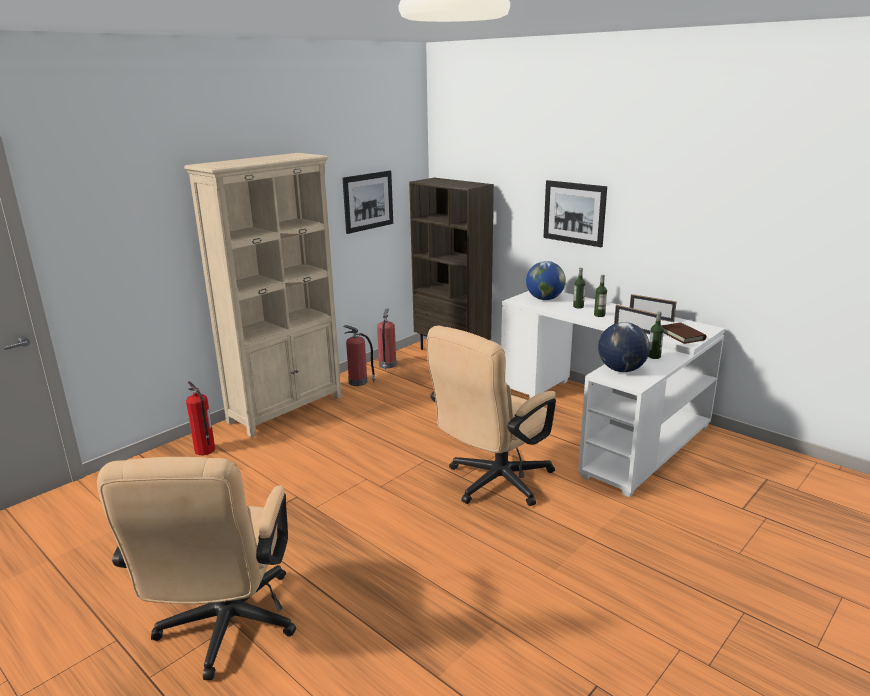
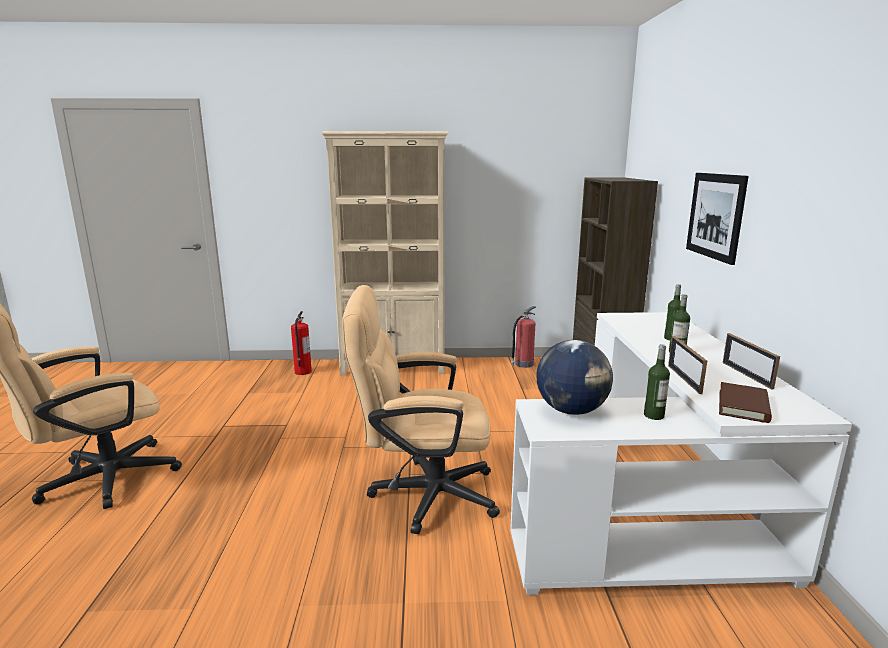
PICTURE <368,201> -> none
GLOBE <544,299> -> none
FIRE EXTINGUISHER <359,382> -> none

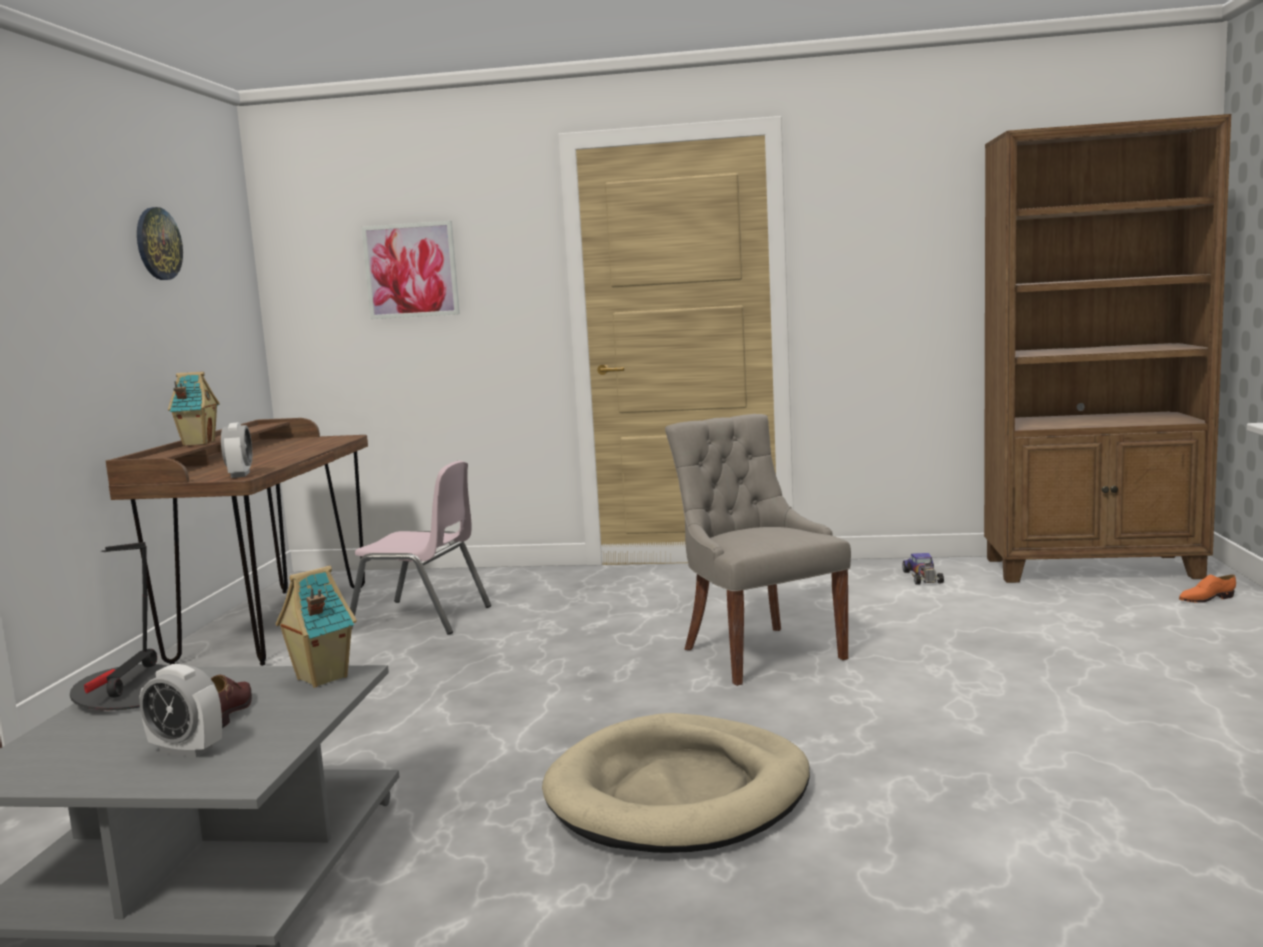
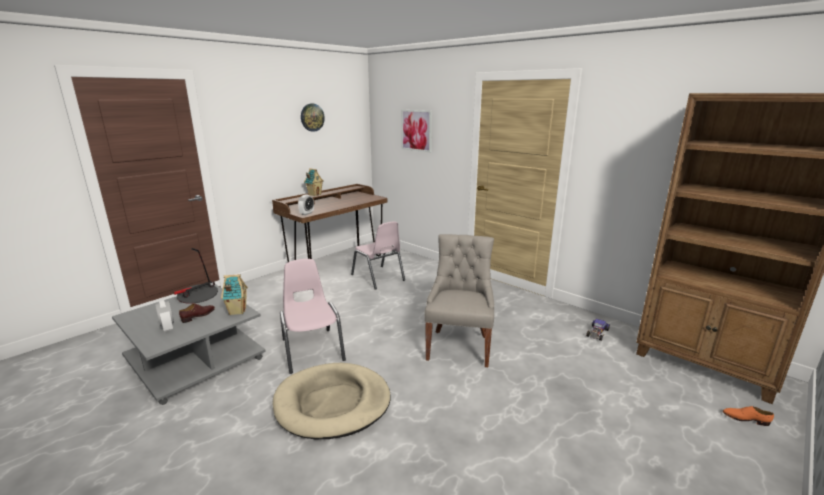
none -> PINK CHAIR <312,349>

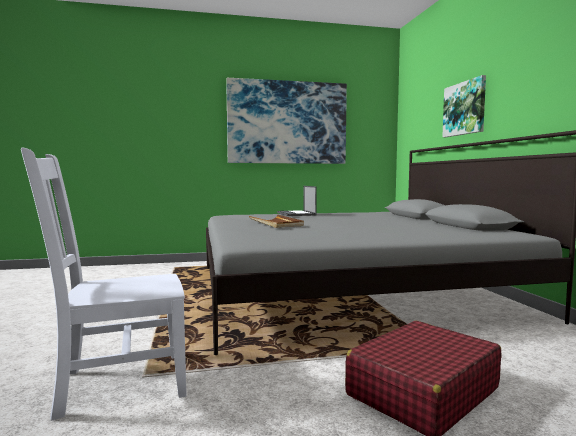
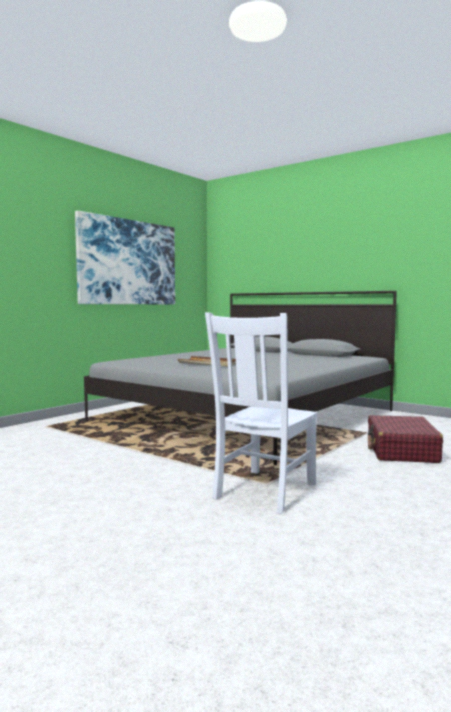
PICTURE <464,108> -> none
LAPTOP <296,214> -> none

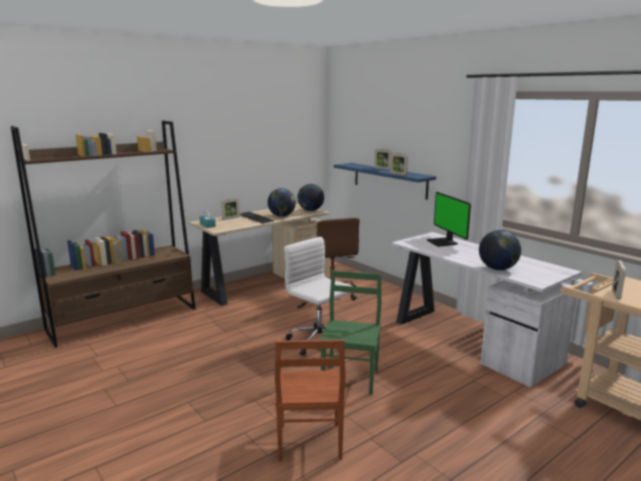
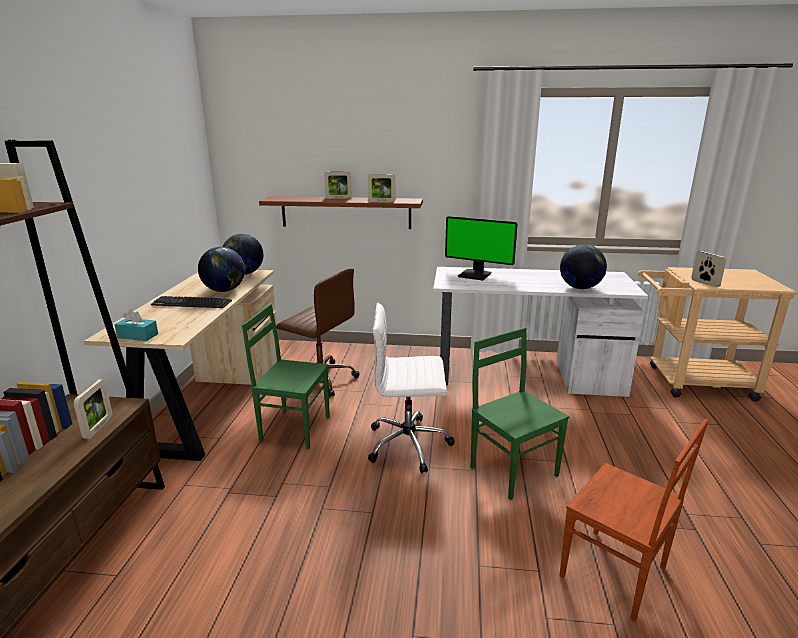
BLUE SHELF <389,180> -> BROWN SHELF <346,212>
PICTURE FRAME <231,218> -> PICTURE FRAME <98,427>, move
none -> GREEN CHAIR <294,428>

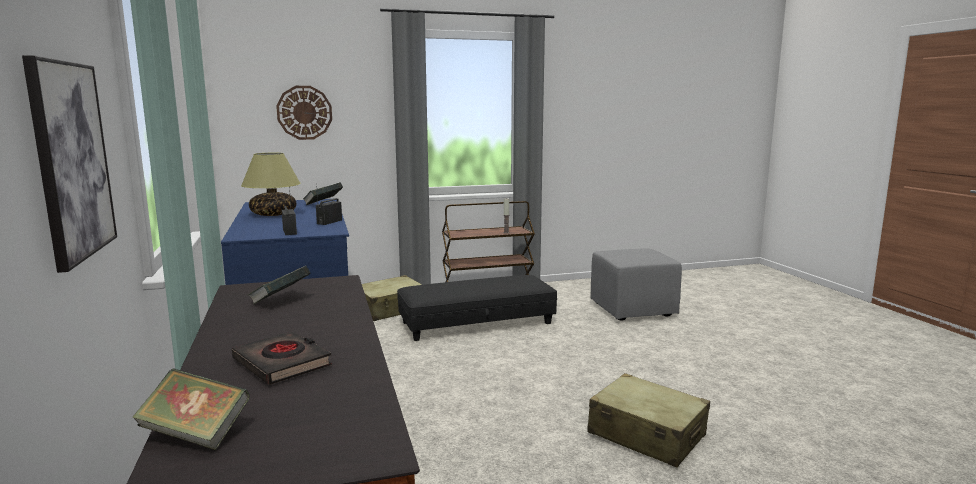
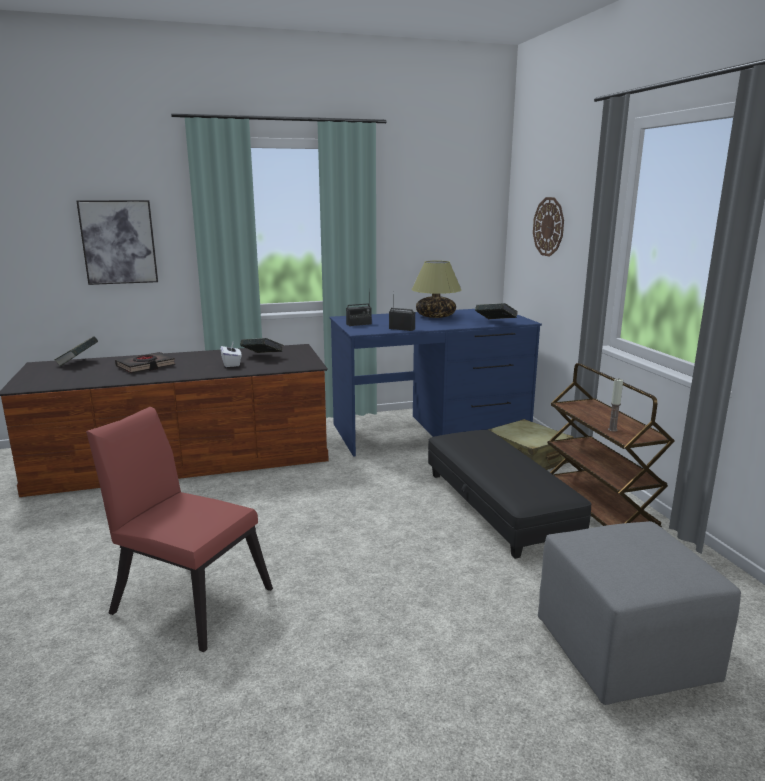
BEIGE SUITCASE <646,434> -> RED CHAIR <187,597>
none -> WHITE TISSUE BOX <231,364>

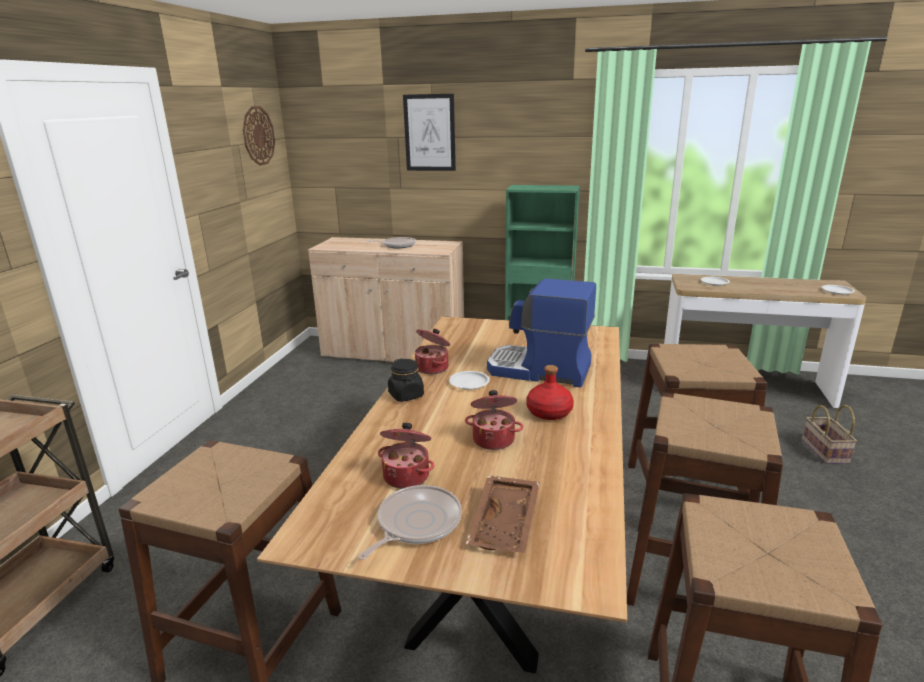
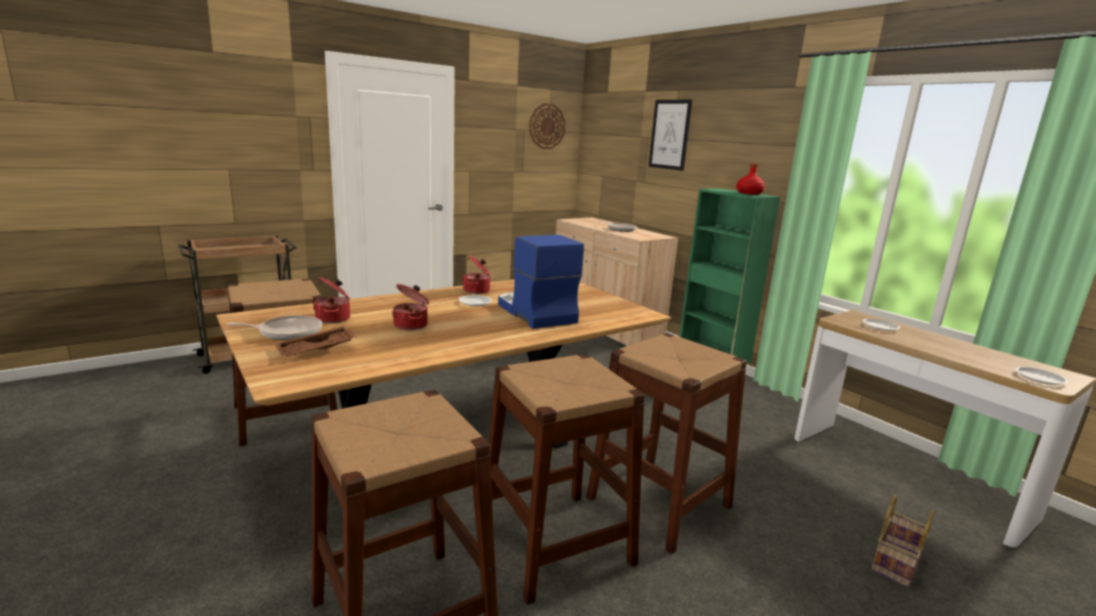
BLACK JAR <406,395> -> none
RED BOTTLE <549,412> -> RED BOTTLE <749,193>, move

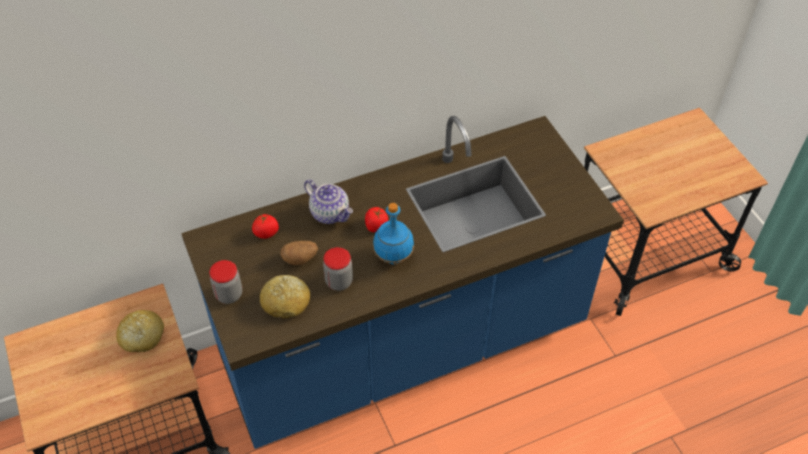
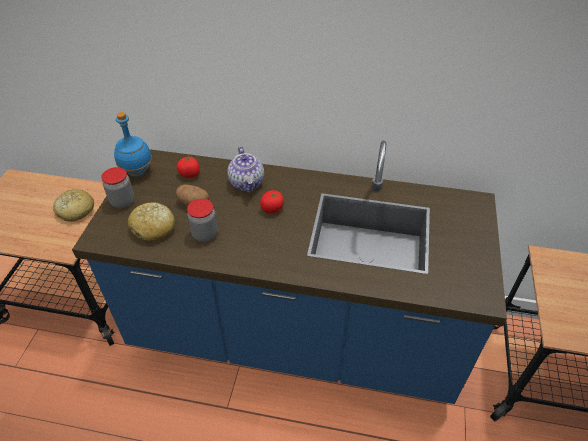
BLUE BOTTLE <393,257> -> BLUE BOTTLE <137,171>, move

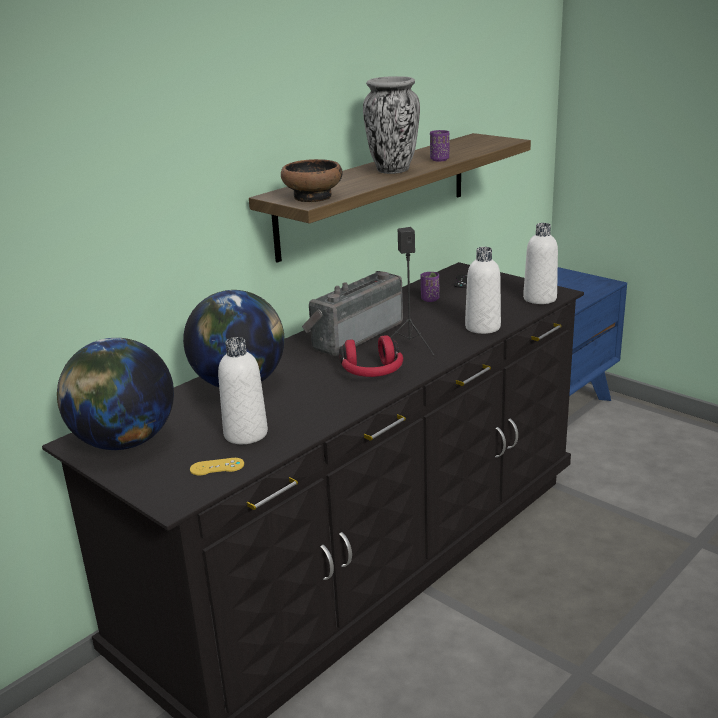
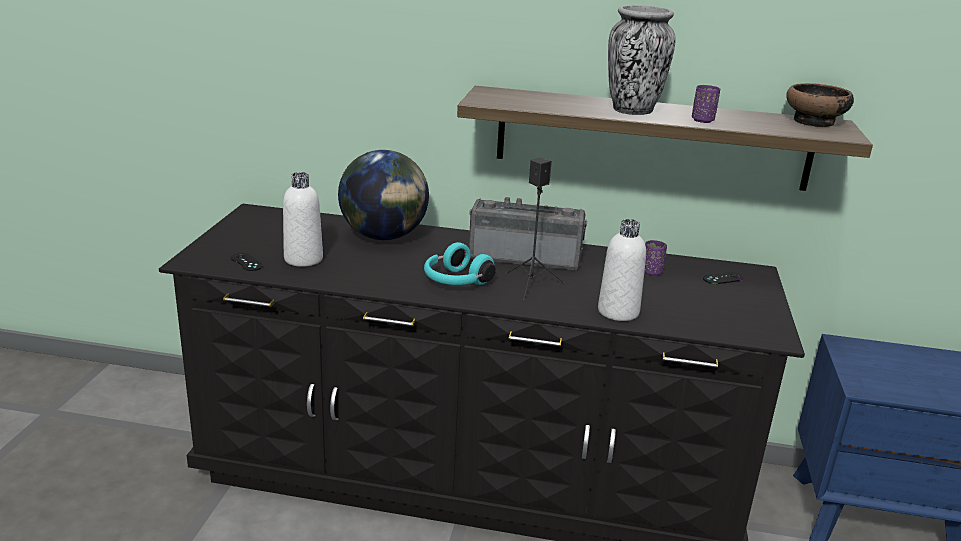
BOWL <313,197> -> BOWL <814,122>, move
WHITE BOTTLE <539,298> -> none
RED HEADPHONES <372,373> -> TURQUOISE HEADPHONES <455,281>
GLOBE <124,442> -> none
YELLOW GAME CONTROLLER <217,467> -> BLACK GAME CONTROLLER <246,262>

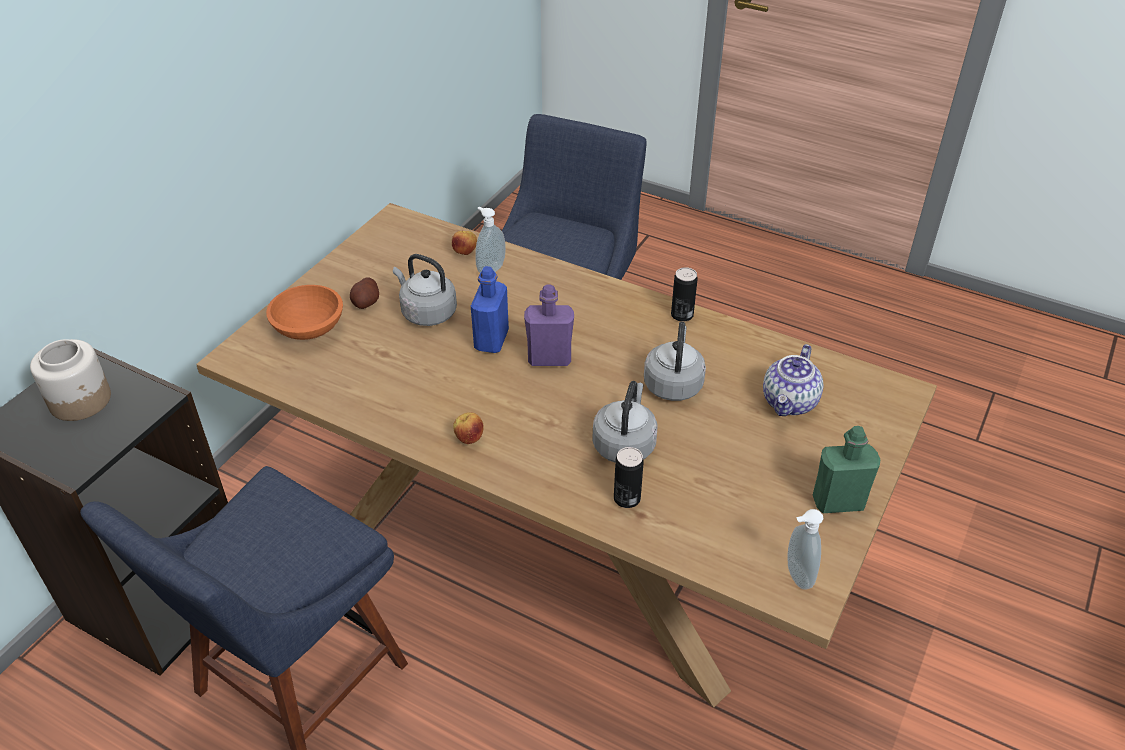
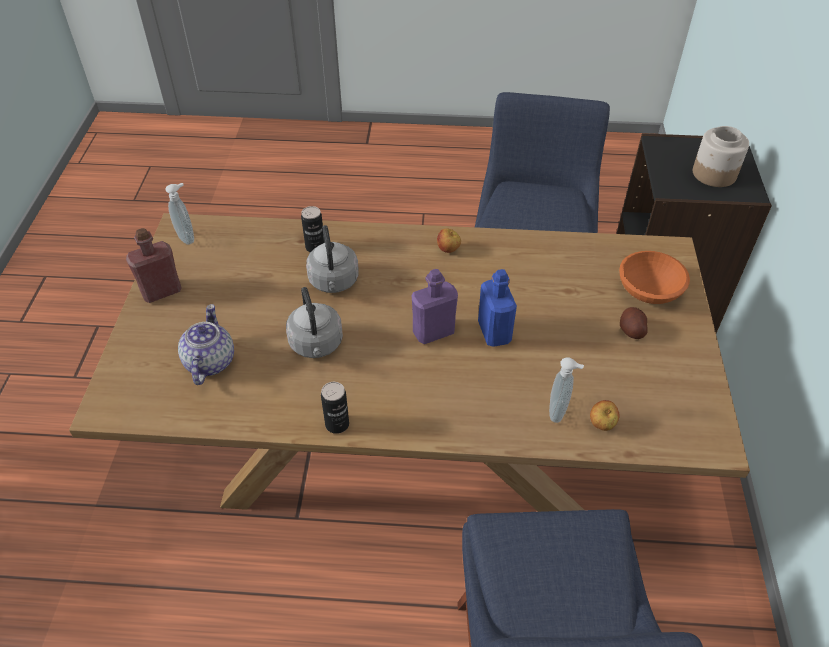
GREY KETTLE <426,313> -> none
GREEN BOTTLE <838,502> -> RED BOTTLE <161,291>

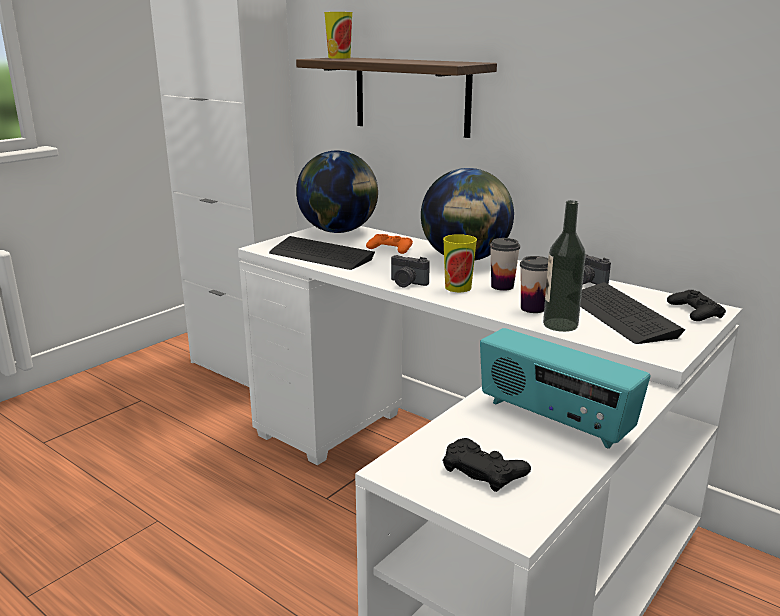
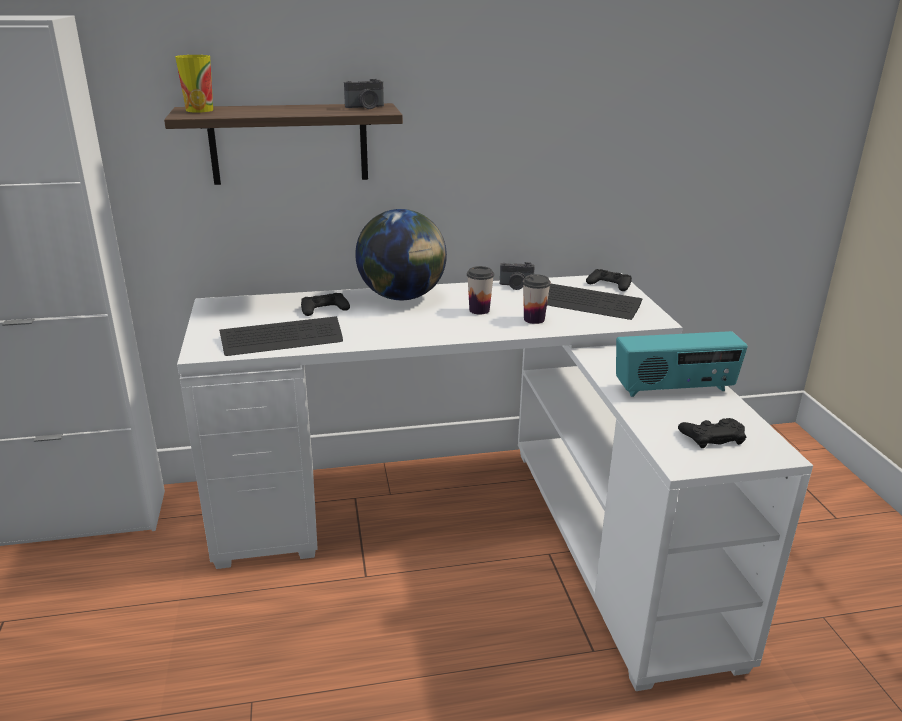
GLOBE <339,231> -> none
BOTTLE <560,325> -> none
ORANGE GAME CONTROLLER <390,249> -> BLACK GAME CONTROLLER <324,309>
CUP <458,287> -> none
PHOTO CAMERA <407,283> -> PHOTO CAMERA <366,107>, move

